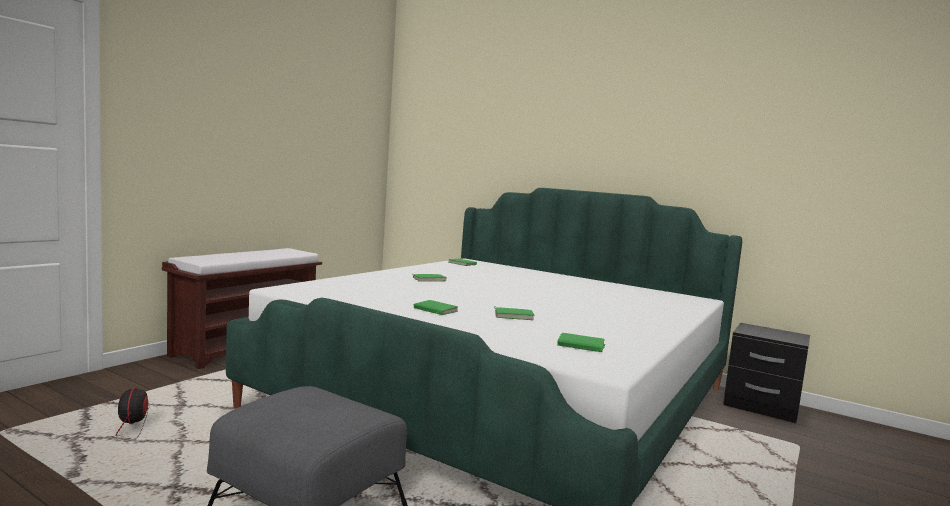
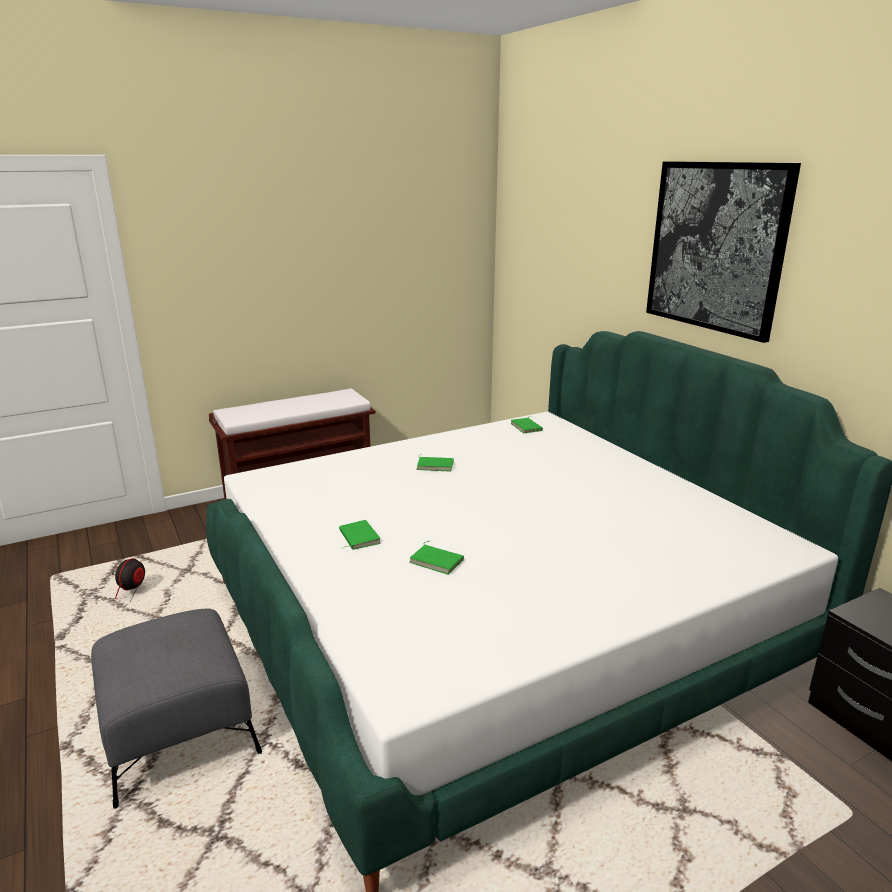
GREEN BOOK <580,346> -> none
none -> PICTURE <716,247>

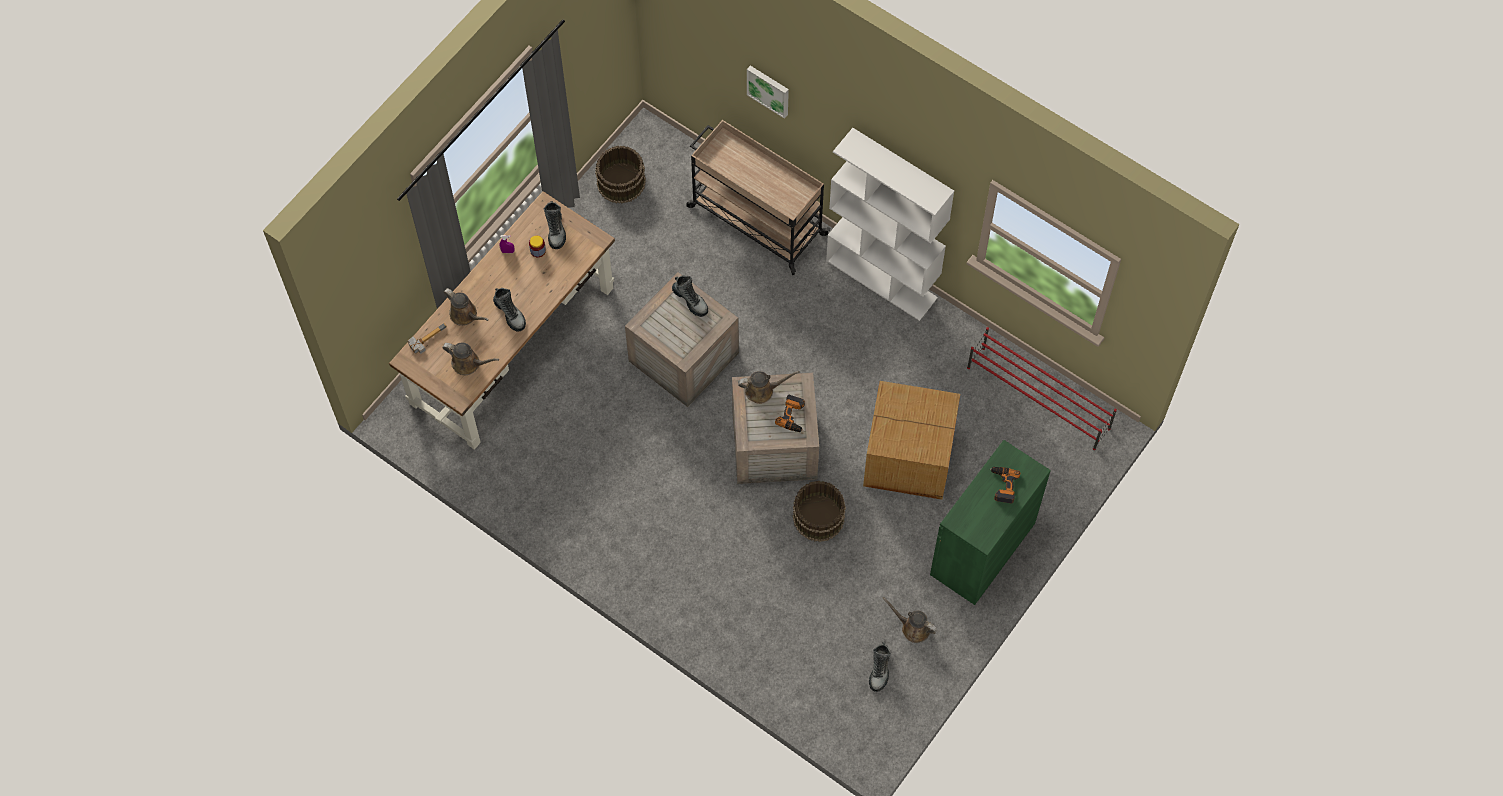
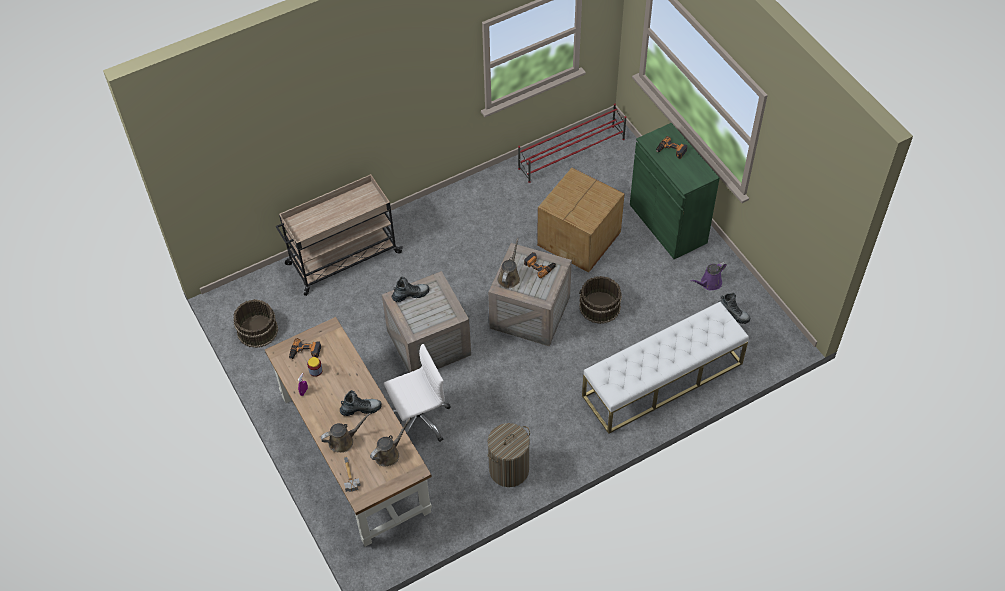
PICTURE <769,90> -> none
WHITE BOOKCASE <882,279> -> none
BOOT <555,230> -> POWER DRILL <305,352>
BROWN WATERING CAN <912,627> -> PURPLE WATERING CAN <709,283>
none -> WHITE BENCH <662,380>
none -> WHITE OFFICE CHAIR <418,419>
none -> LAUNDRY BASKET <509,469>

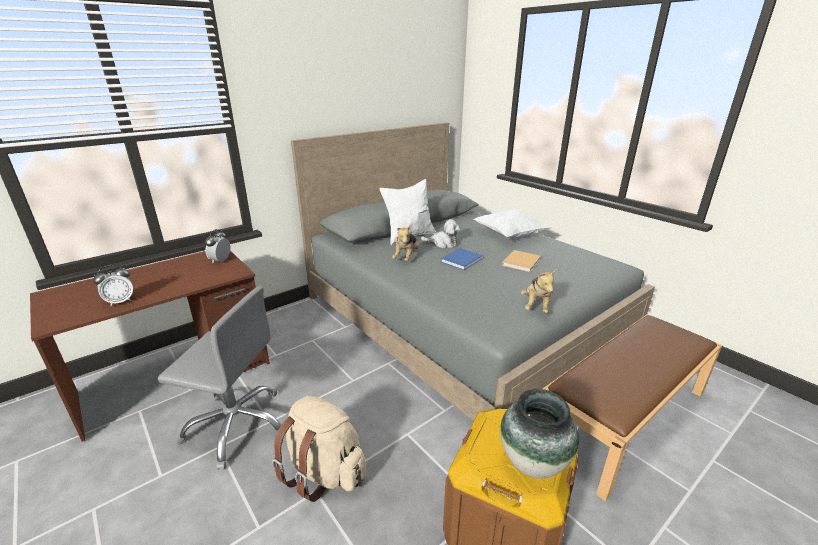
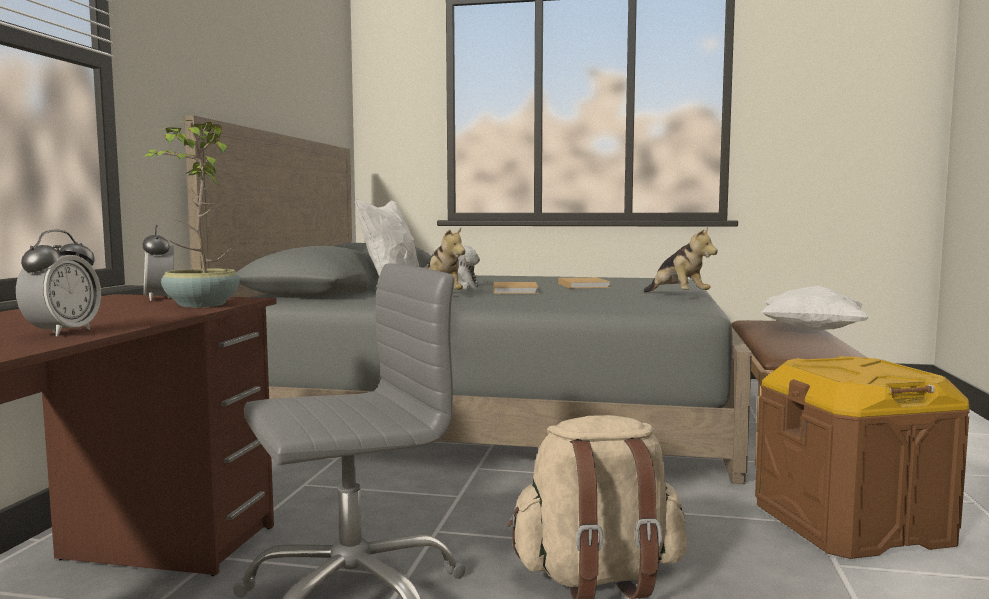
WHITE PILLOW <510,235> -> WHITE PILLOW <812,331>, move
BLUE BOOK <462,260> -> BEIGE BOOK <515,290>
VASE <532,462> -> none
none -> POTTED PLANT <200,305>

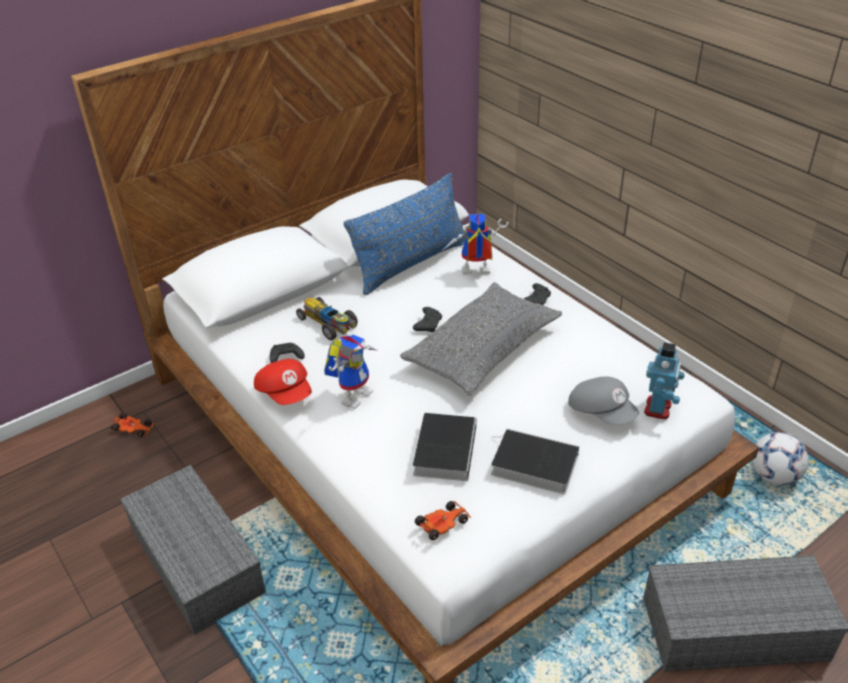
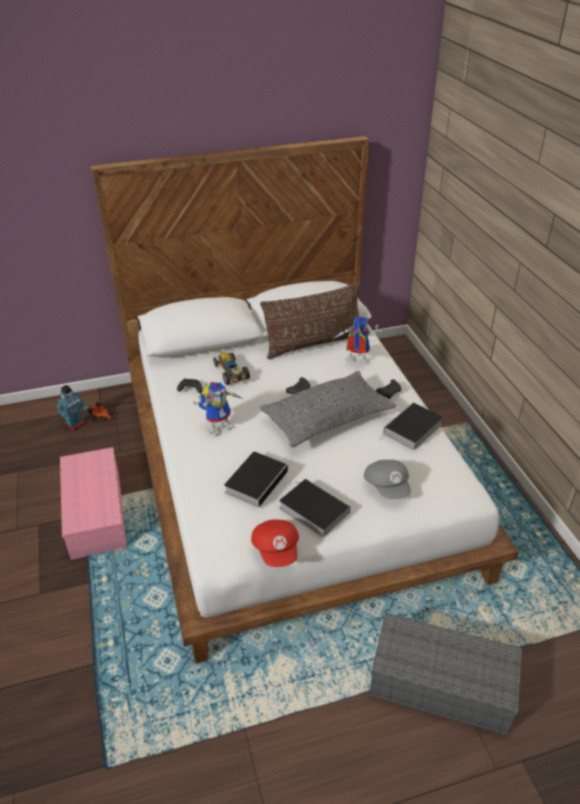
BLUE PILLOW <411,264> -> BROWN PILLOW <314,344>
TOY ROBOT <658,409> -> TOY ROBOT <75,424>, move
RED CAP <286,393> -> RED CAP <277,550>, move
FOOTBALL <773,476> -> none
GREY STORAGE BOX <199,562> -> PINK STORAGE BOX <97,514>
TOY CAR <443,523> -> none
none -> BOOK <412,430>

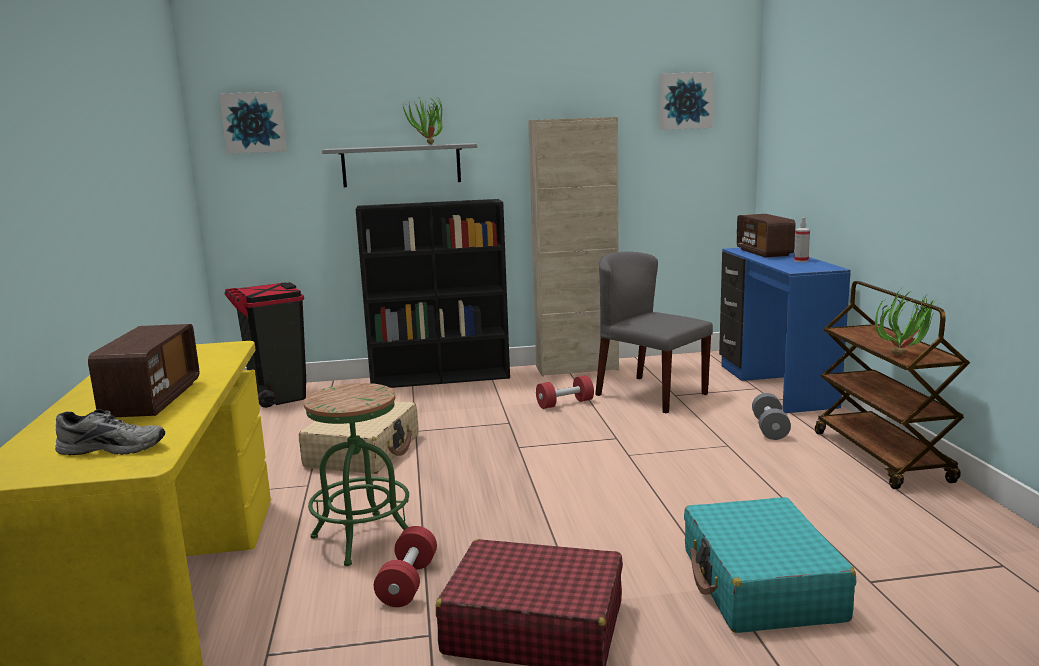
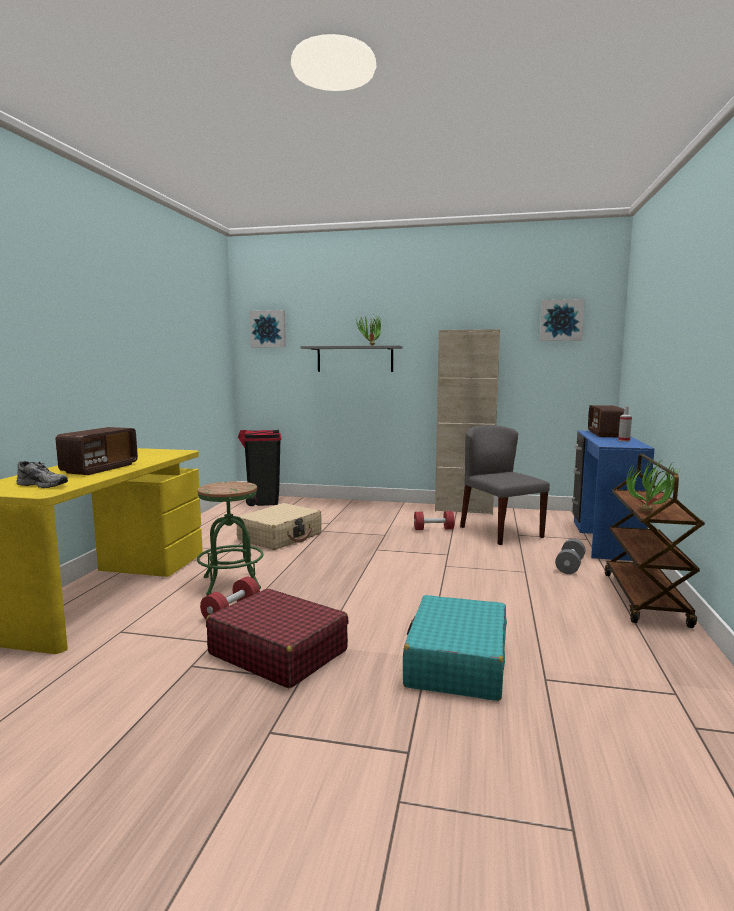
BLACK BOOKCASE <441,378> -> none

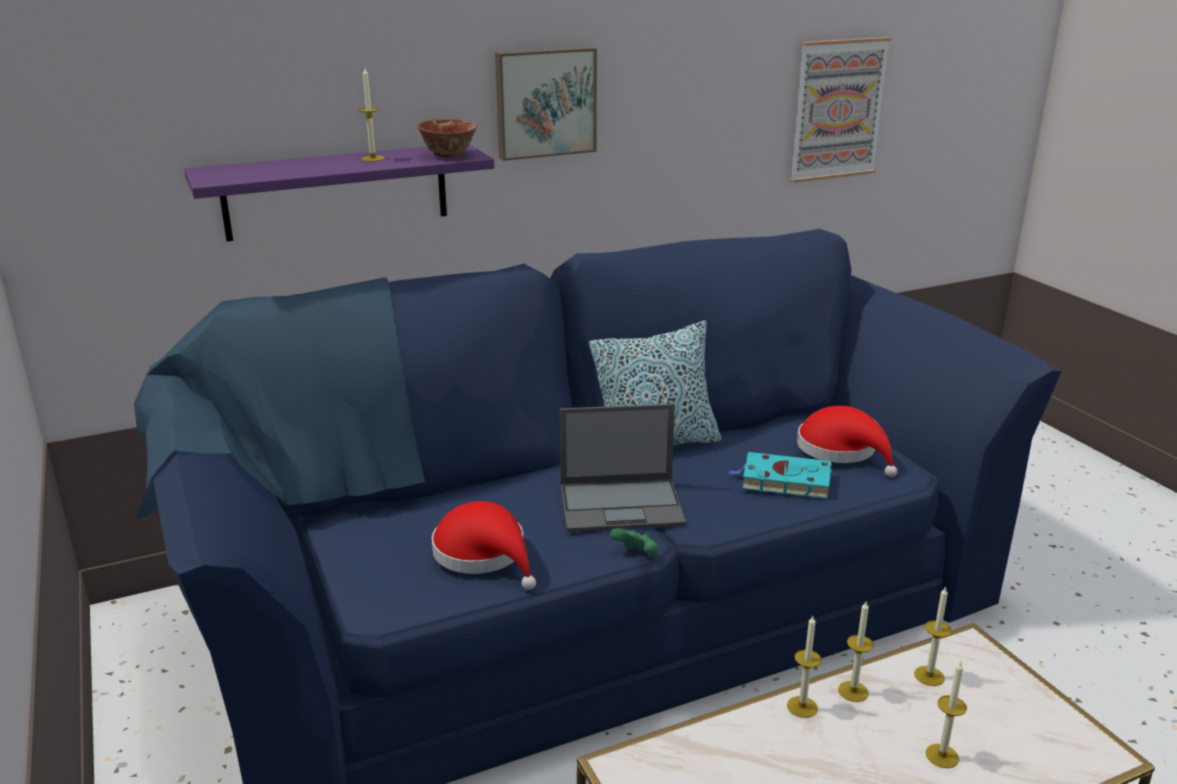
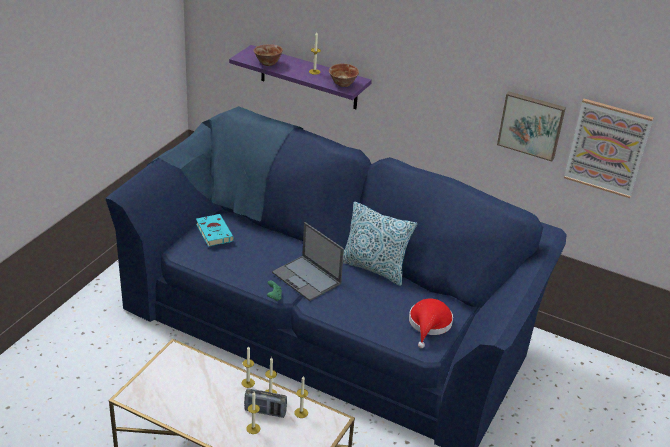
PICTURE <545,102> -> PICTURE <531,125>, move
TURQUOISE BOOK <783,480> -> TURQUOISE BOOK <213,232>, move
RED HAT <484,554> -> none
none -> BOWL <268,63>
none -> RADIO <265,411>

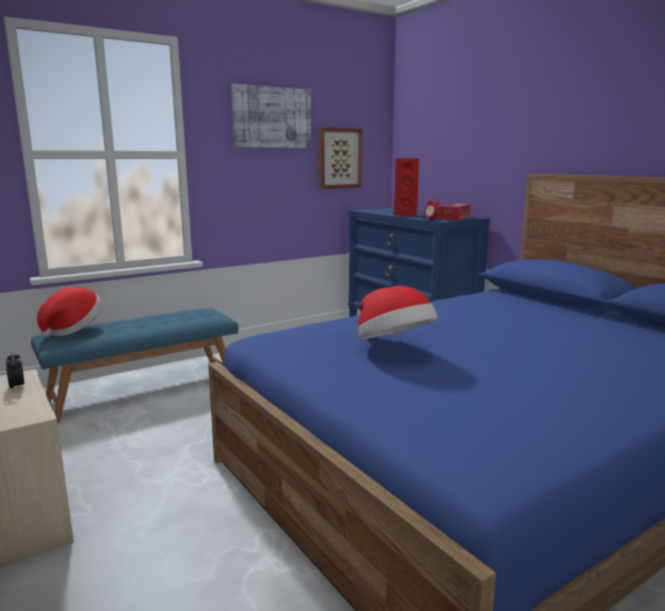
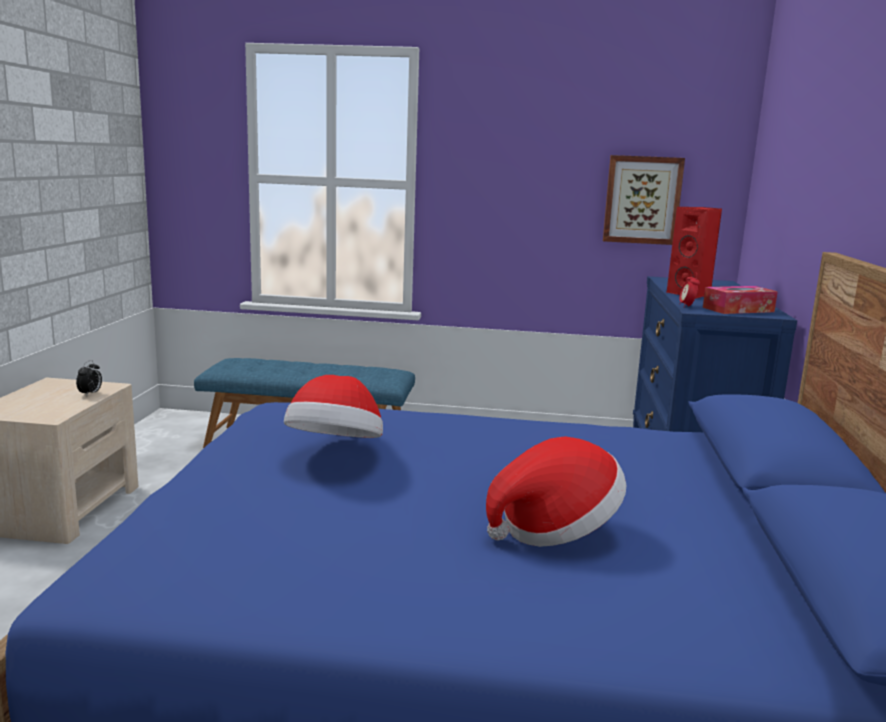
PICTURE <272,117> -> none
HAT <73,329> -> HAT <555,529>, move

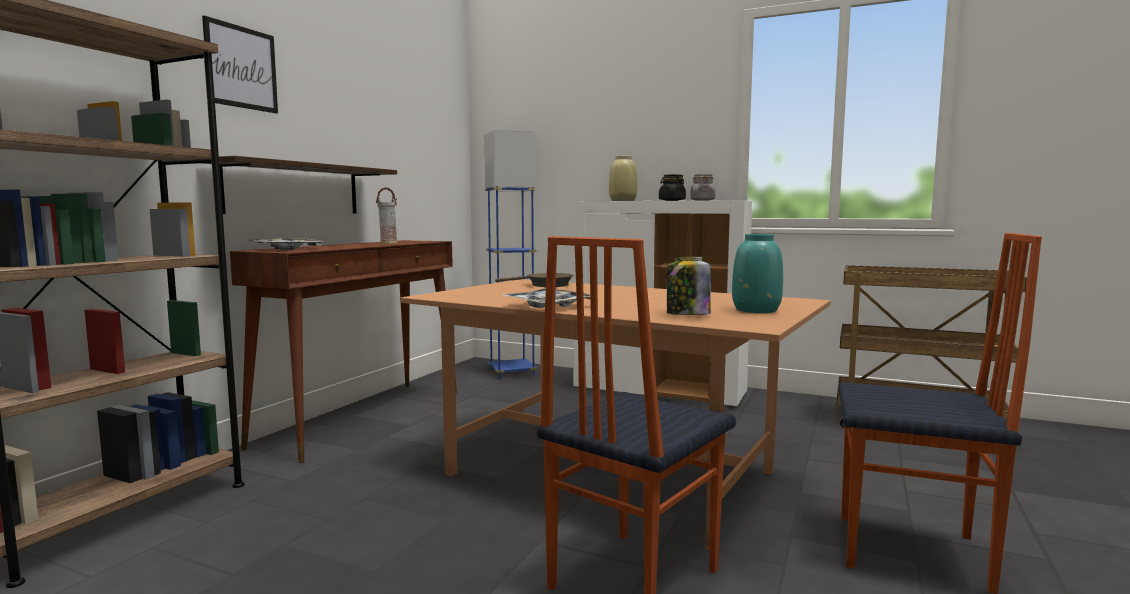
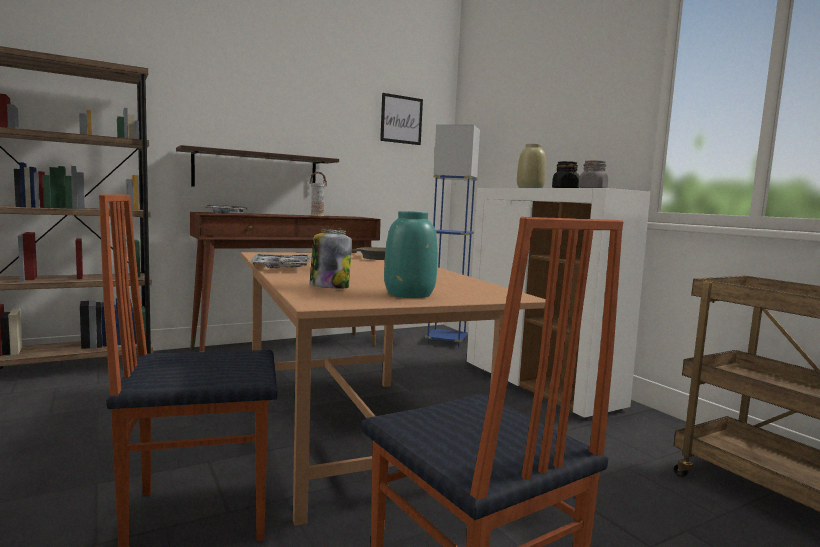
PICTURE <241,67> -> PICTURE <401,119>, move

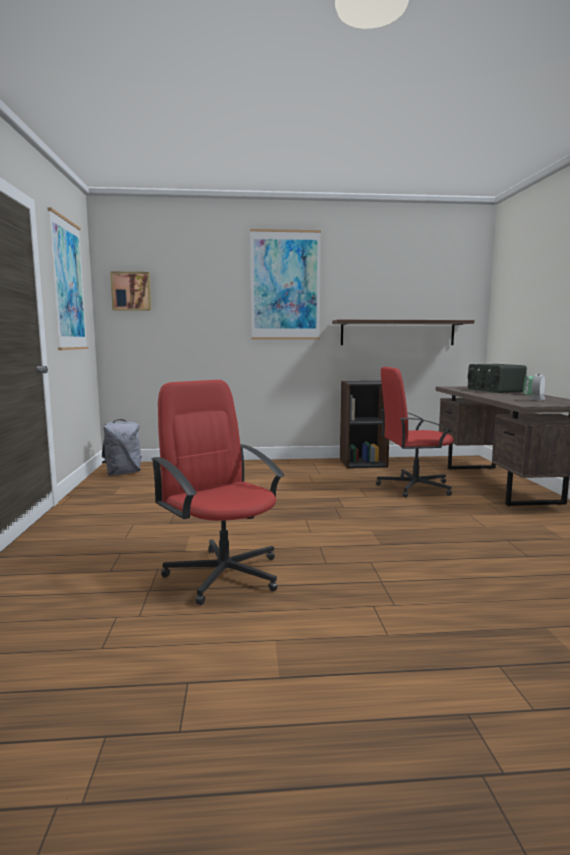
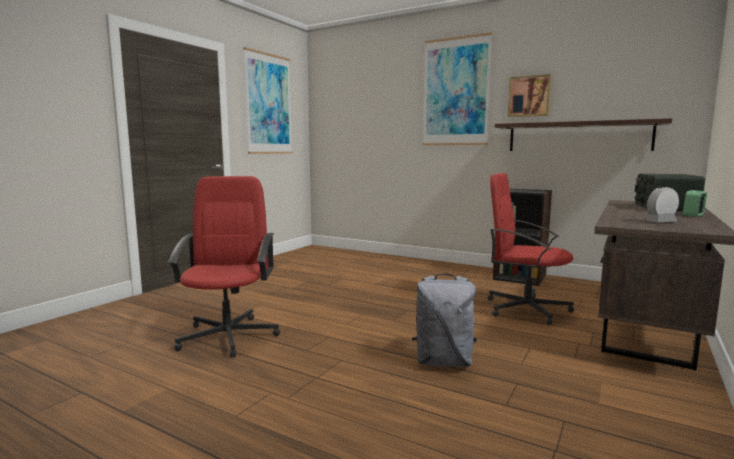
PICTURE <131,291> -> PICTURE <529,96>, move
GREY BACKPACK <123,473> -> GREY BACKPACK <443,362>, move

